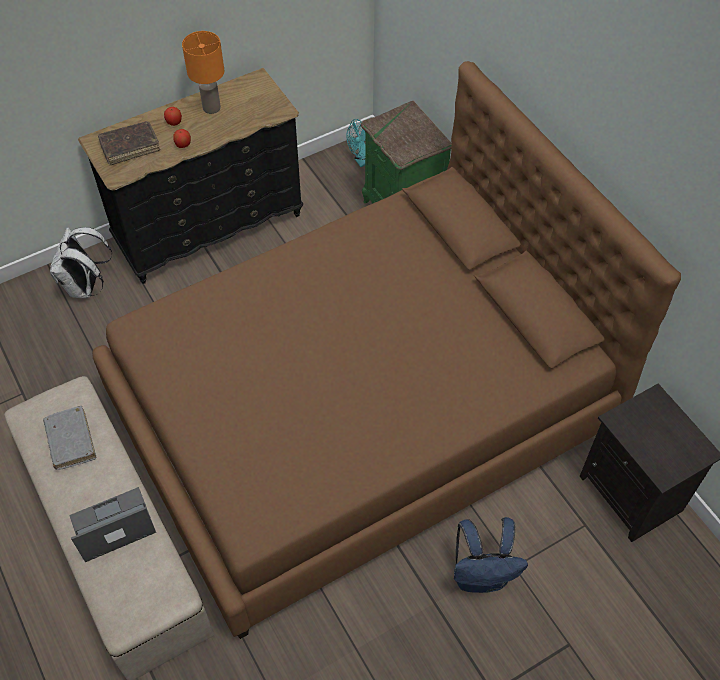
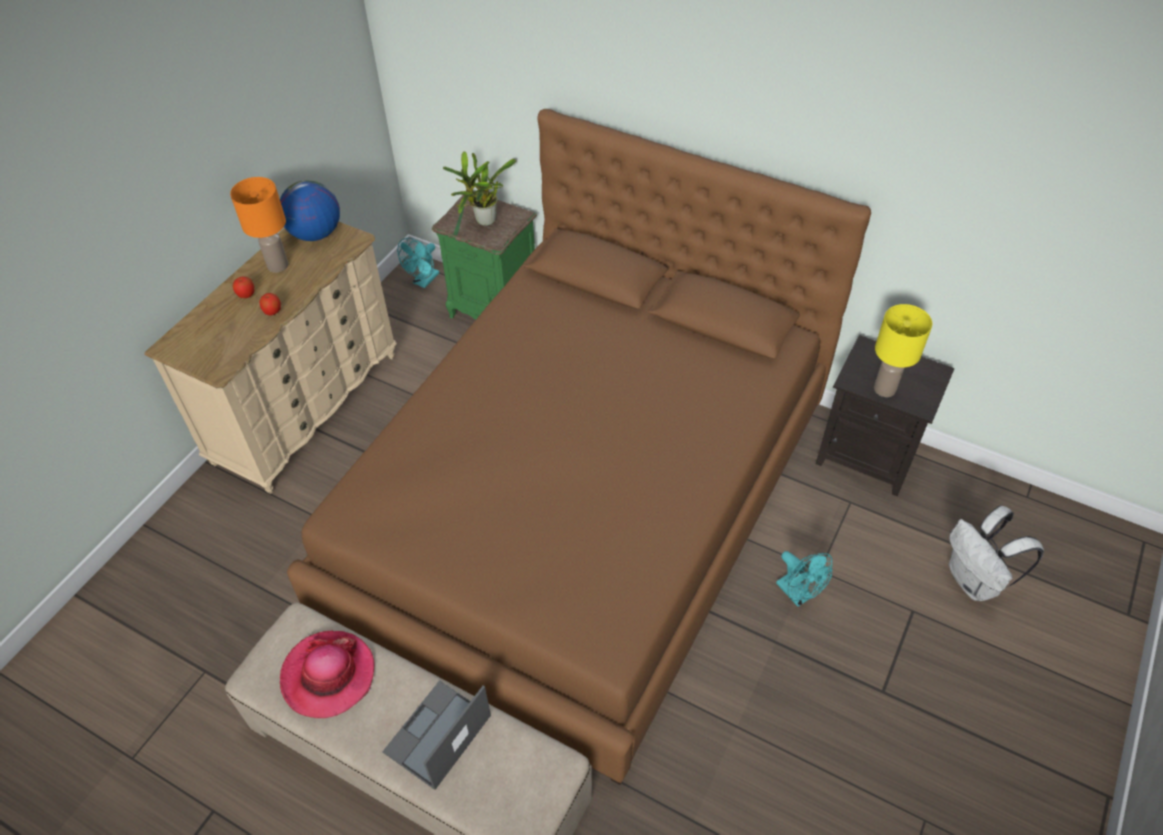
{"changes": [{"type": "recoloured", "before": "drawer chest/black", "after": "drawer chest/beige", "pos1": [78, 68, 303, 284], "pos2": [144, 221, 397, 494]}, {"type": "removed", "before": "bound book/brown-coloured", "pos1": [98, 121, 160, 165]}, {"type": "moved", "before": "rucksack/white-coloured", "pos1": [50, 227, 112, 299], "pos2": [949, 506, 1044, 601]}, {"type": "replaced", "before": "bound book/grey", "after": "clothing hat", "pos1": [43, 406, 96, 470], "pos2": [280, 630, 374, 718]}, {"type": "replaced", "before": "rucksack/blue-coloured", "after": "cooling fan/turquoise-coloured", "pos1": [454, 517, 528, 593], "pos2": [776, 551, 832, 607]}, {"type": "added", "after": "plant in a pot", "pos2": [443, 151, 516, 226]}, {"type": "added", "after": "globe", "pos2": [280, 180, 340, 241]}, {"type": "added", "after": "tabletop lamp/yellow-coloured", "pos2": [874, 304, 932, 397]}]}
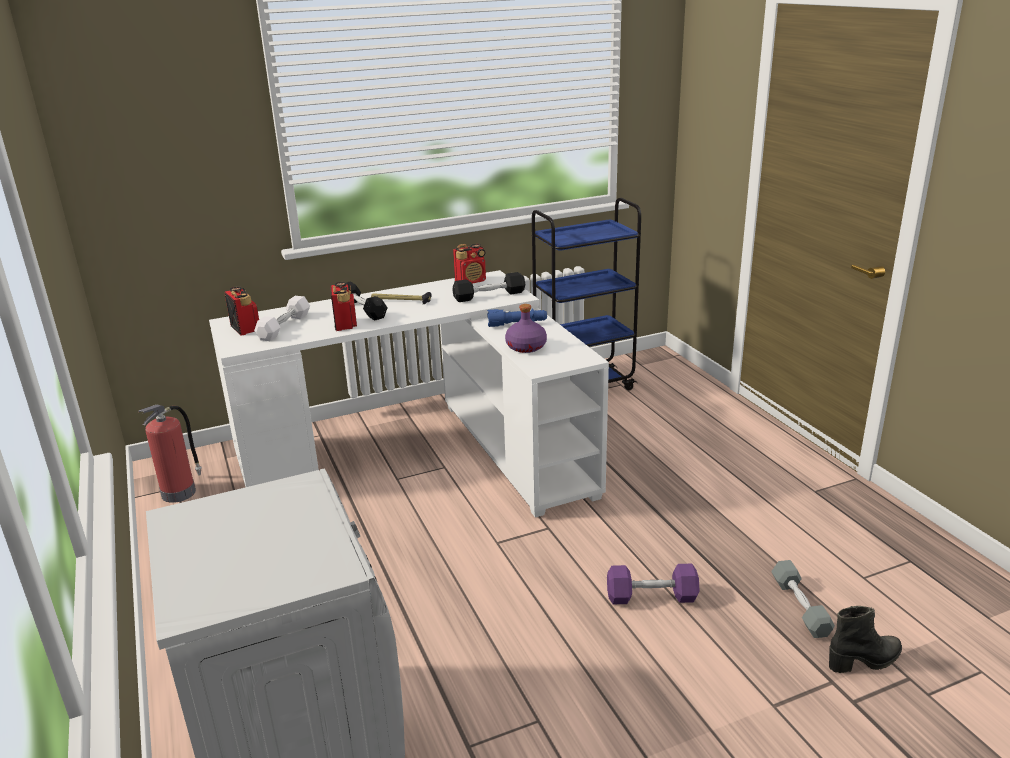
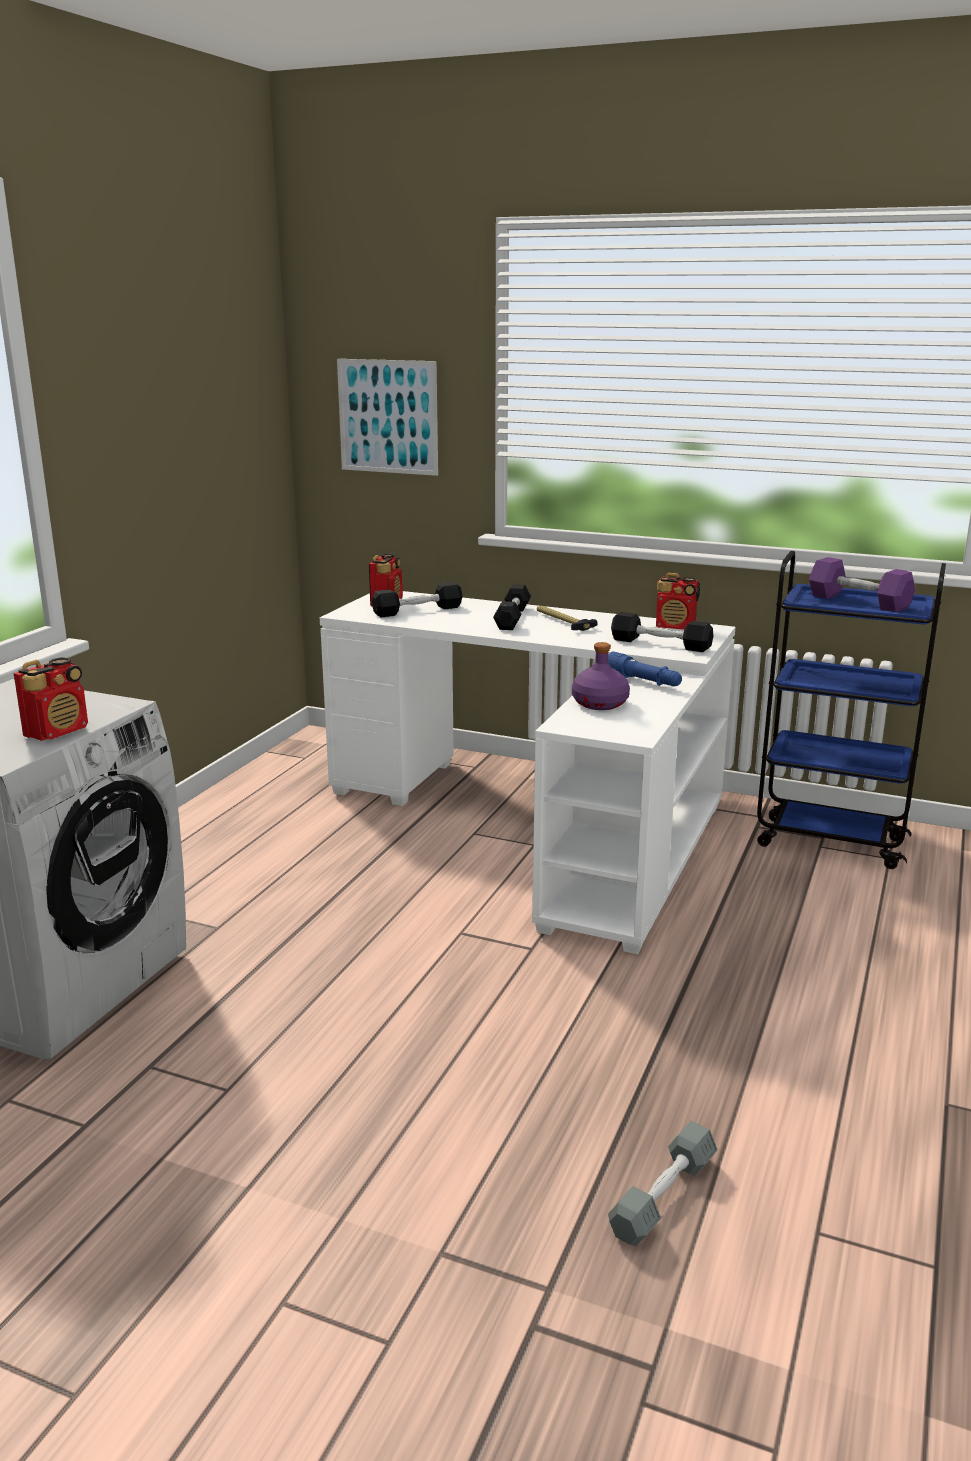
{"changes": [{"type": "moved", "before": "radio set", "pos1": [331, 282, 357, 331], "pos2": [14, 657, 88, 741]}, {"type": "recoloured", "before": "hand weight/white-coloured", "after": "hand weight/black", "pos1": [254, 296, 310, 341], "pos2": [372, 582, 463, 618]}, {"type": "removed", "before": "extinguisher", "pos1": [138, 405, 202, 503]}, {"type": "moved", "before": "hand weight/purple-coloured", "pos1": [607, 564, 700, 604], "pos2": [809, 557, 915, 612]}, {"type": "removed", "before": "high-top boot/black", "pos1": [829, 606, 902, 673]}, {"type": "added", "after": "picture", "pos2": [337, 359, 438, 476]}]}
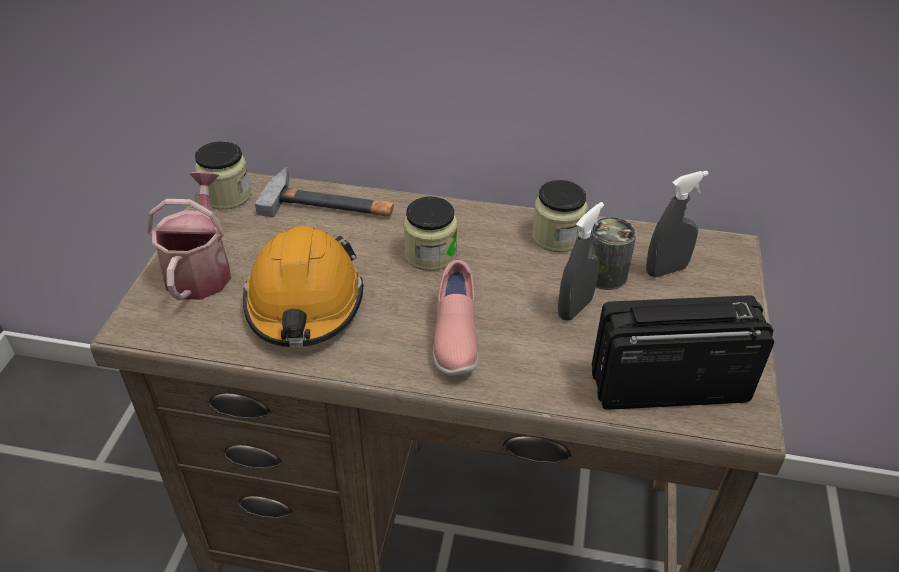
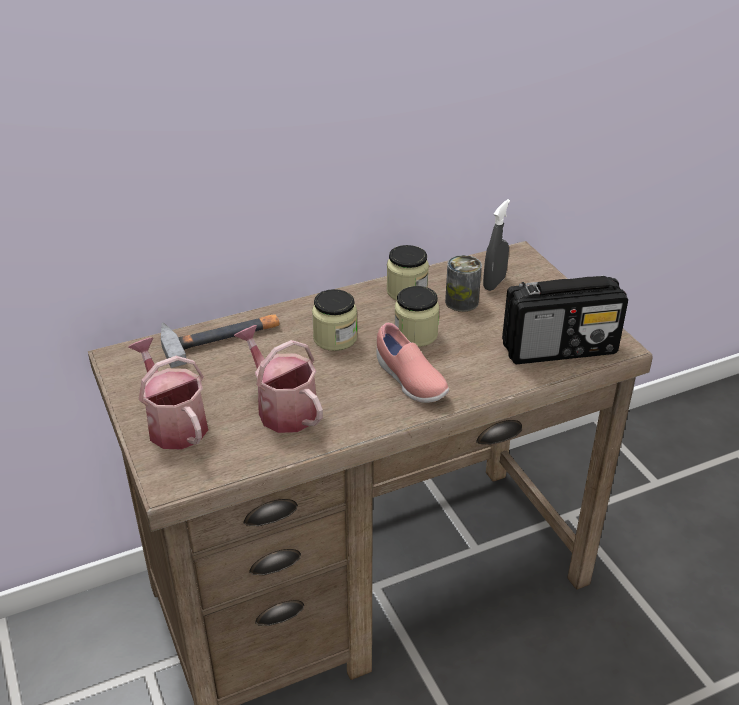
{"changes": [{"type": "moved", "before": "storage jar", "pos1": [195, 141, 251, 210], "pos2": [395, 286, 439, 347]}, {"type": "removed", "before": "hand sprayer/grey", "pos1": [558, 202, 604, 321]}, {"type": "replaced", "before": "safety helmet/orange-coloured", "after": "watering pot", "pos1": [243, 226, 363, 347], "pos2": [234, 325, 323, 433]}, {"type": "turned", "before": "radio set", "pos1": [592, 295, 774, 410], "pos2": [502, 276, 628, 364], "turn": -150}]}
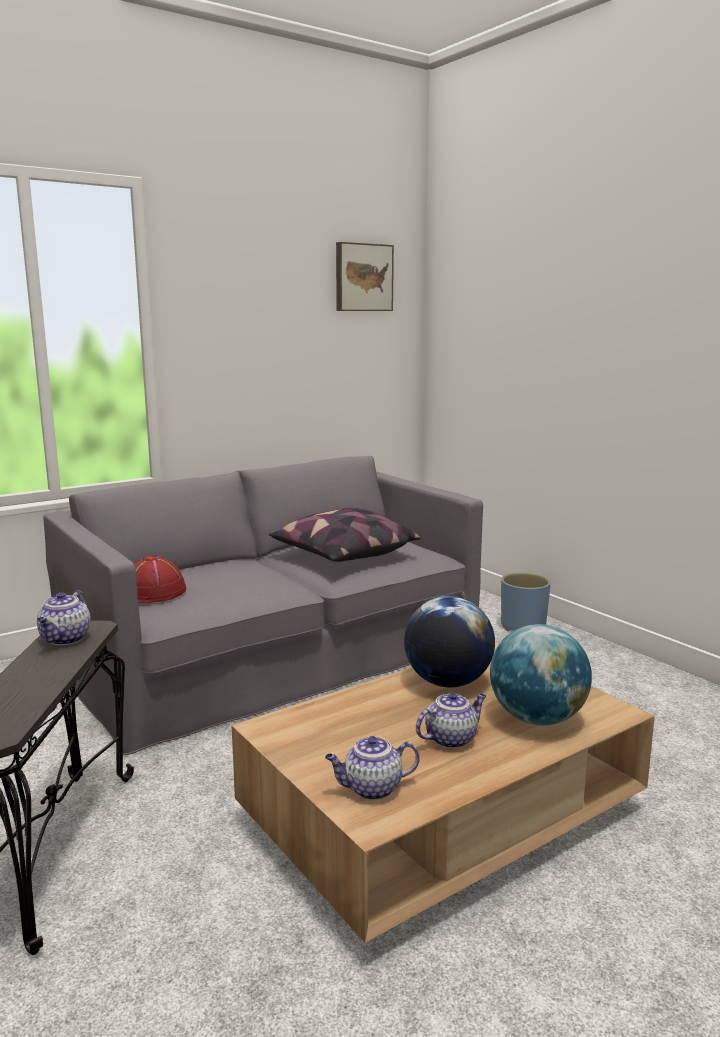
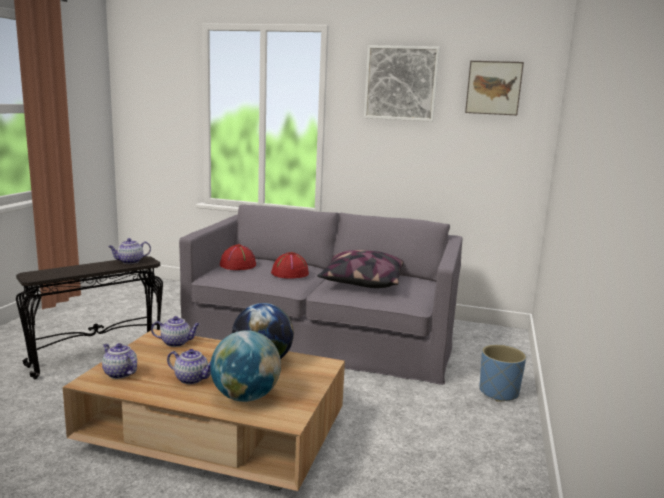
{"changes": [{"type": "added", "after": "picture", "pos2": [364, 45, 440, 122]}, {"type": "added", "after": "clothing hat/red-coloured", "pos2": [271, 252, 309, 279]}, {"type": "added", "after": "pot for tea", "pos2": [151, 316, 200, 347]}]}
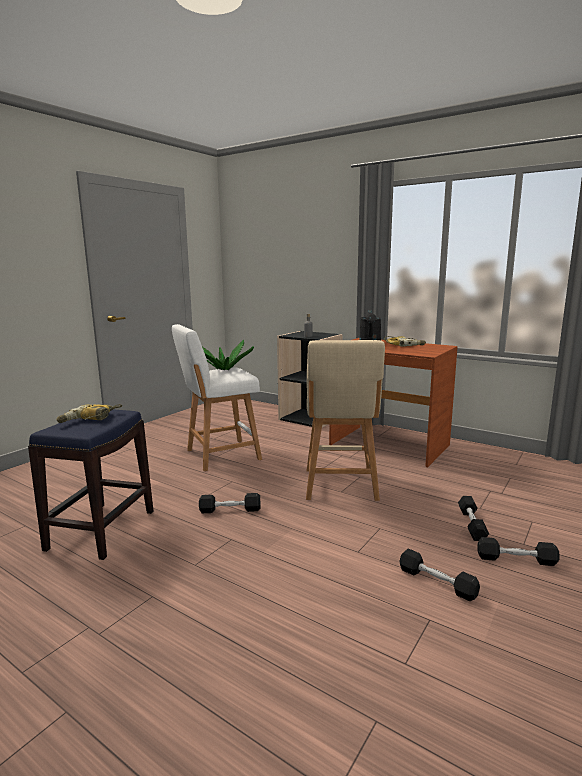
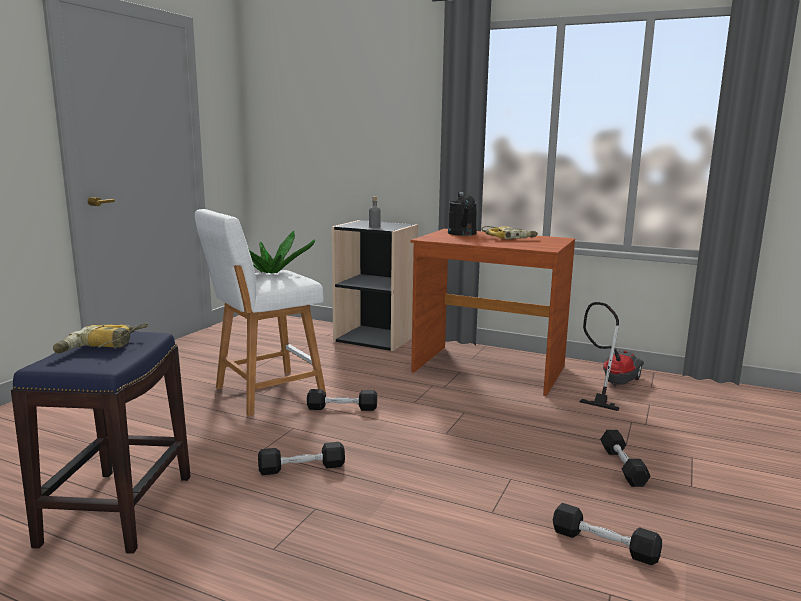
{"changes": [{"type": "removed", "before": "sitting stool/beige", "pos1": [306, 340, 385, 501]}, {"type": "moved", "before": "hand weight/black", "pos1": [477, 537, 560, 566], "pos2": [307, 389, 377, 411]}, {"type": "added", "after": "vacuum", "pos2": [579, 302, 644, 411]}]}
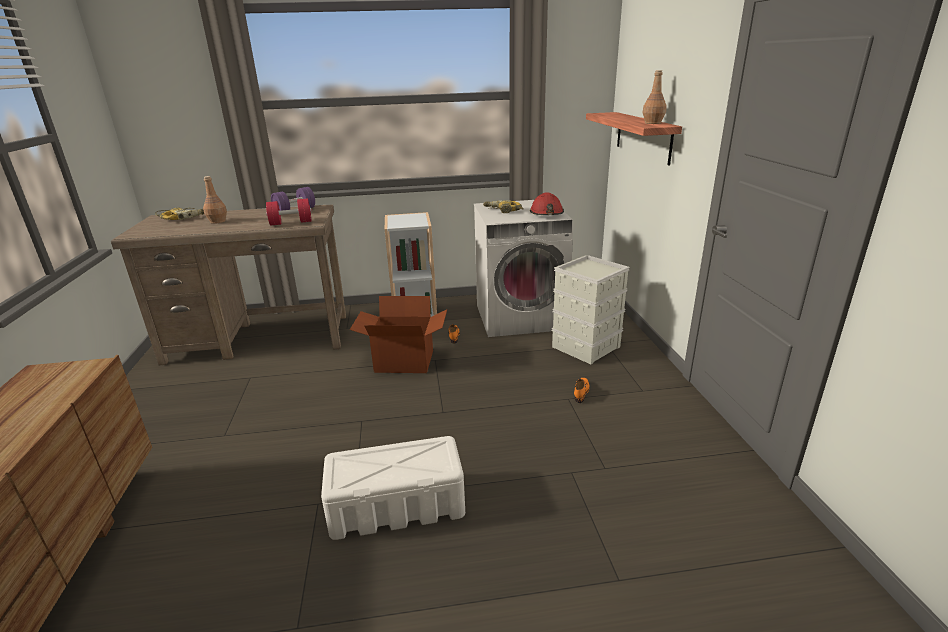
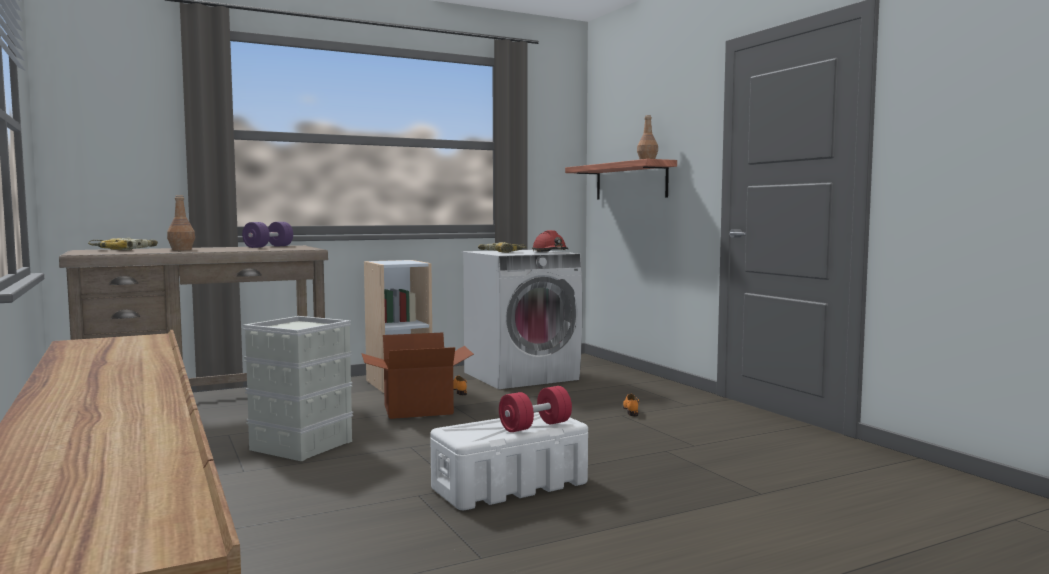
{"changes": [{"type": "moved", "before": "hand weight/red-coloured", "pos1": [266, 198, 312, 226], "pos2": [499, 386, 572, 432]}, {"type": "moved", "before": "storage box/grey", "pos1": [552, 255, 630, 364], "pos2": [243, 316, 353, 461]}]}
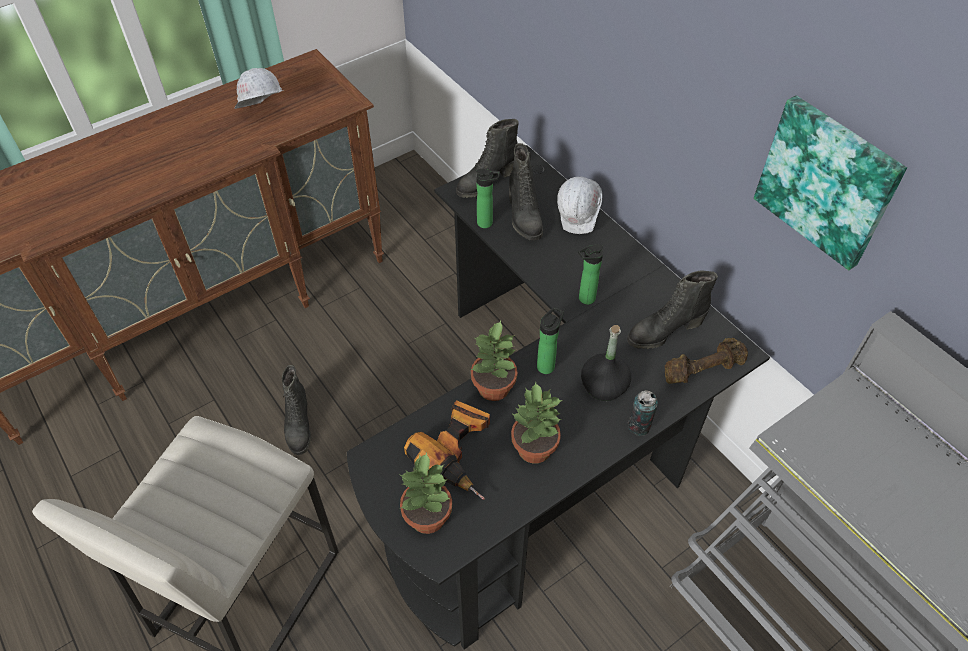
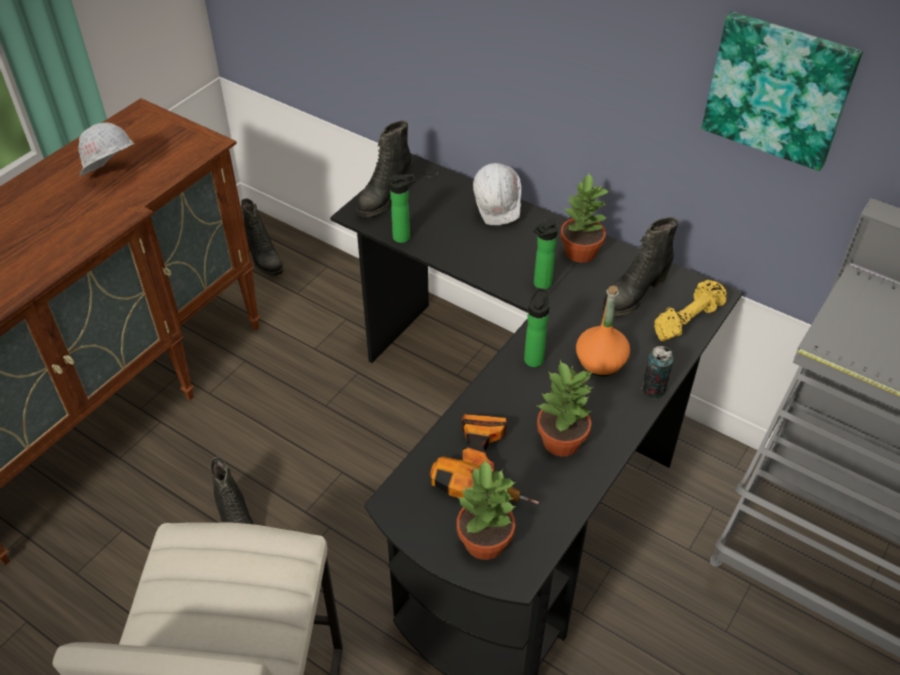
{"changes": [{"type": "moved", "before": "high-top boot/black", "pos1": [509, 143, 543, 241], "pos2": [241, 198, 284, 276]}, {"type": "moved", "before": "plant in a pot", "pos1": [471, 321, 518, 401], "pos2": [560, 173, 609, 263]}, {"type": "recoloured", "before": "bottle/black", "after": "bottle/orange-coloured", "pos1": [581, 325, 631, 401], "pos2": [576, 285, 630, 376]}, {"type": "recoloured", "before": "hand weight/brown-coloured", "after": "hand weight/yellow-coloured", "pos1": [665, 338, 748, 384], "pos2": [654, 280, 727, 341]}]}
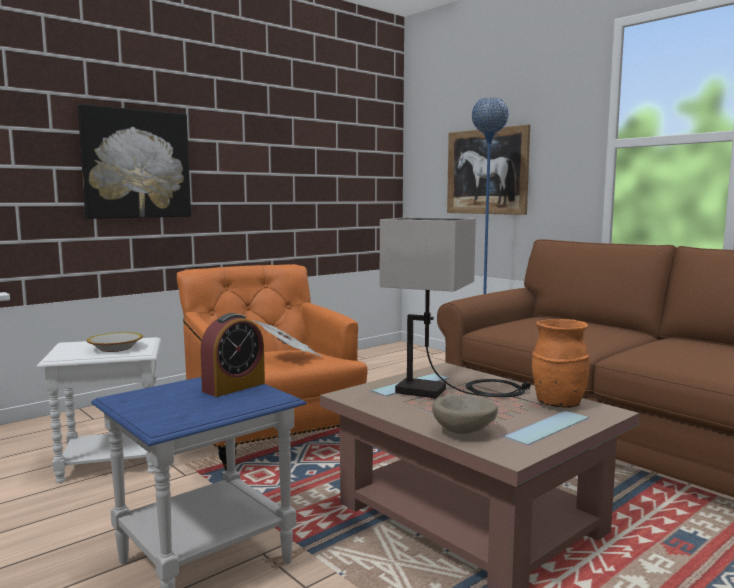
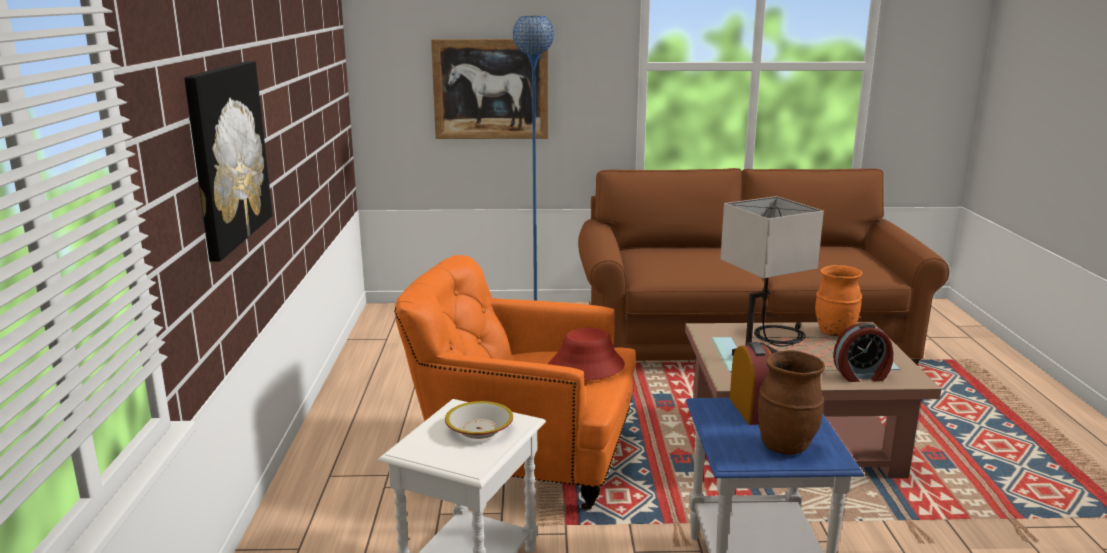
{"changes": [{"type": "replaced", "before": "newspaper", "after": "clothing hat/red-coloured", "pos1": [252, 320, 324, 357], "pos2": [548, 328, 625, 381]}, {"type": "replaced", "before": "deep dish/beige", "after": "bedside clock", "pos1": [432, 393, 498, 434], "pos2": [833, 323, 894, 382]}, {"type": "added", "after": "flower vase/brown-coloured", "pos2": [758, 350, 825, 455]}]}
